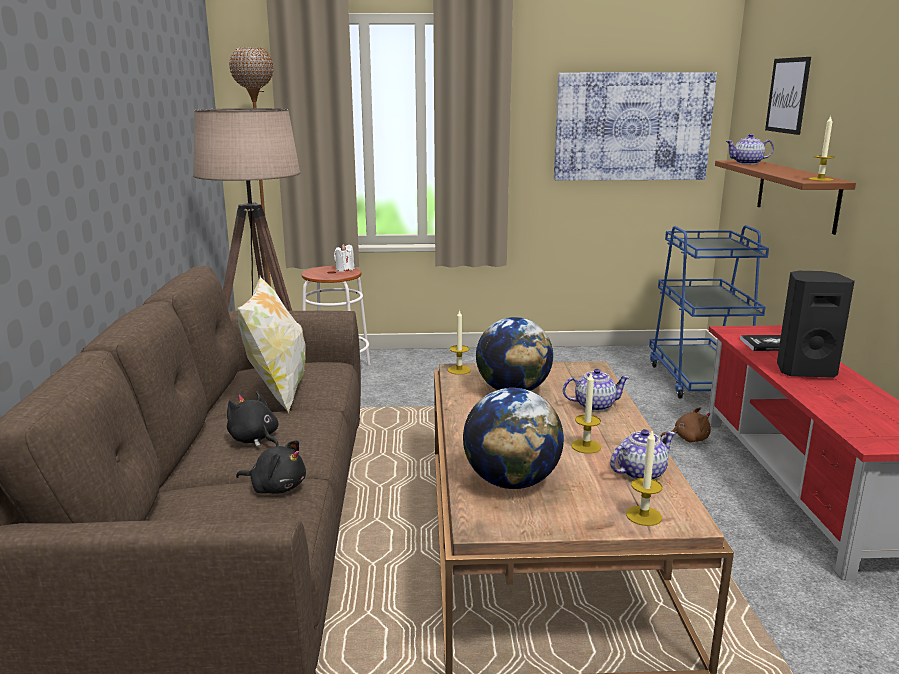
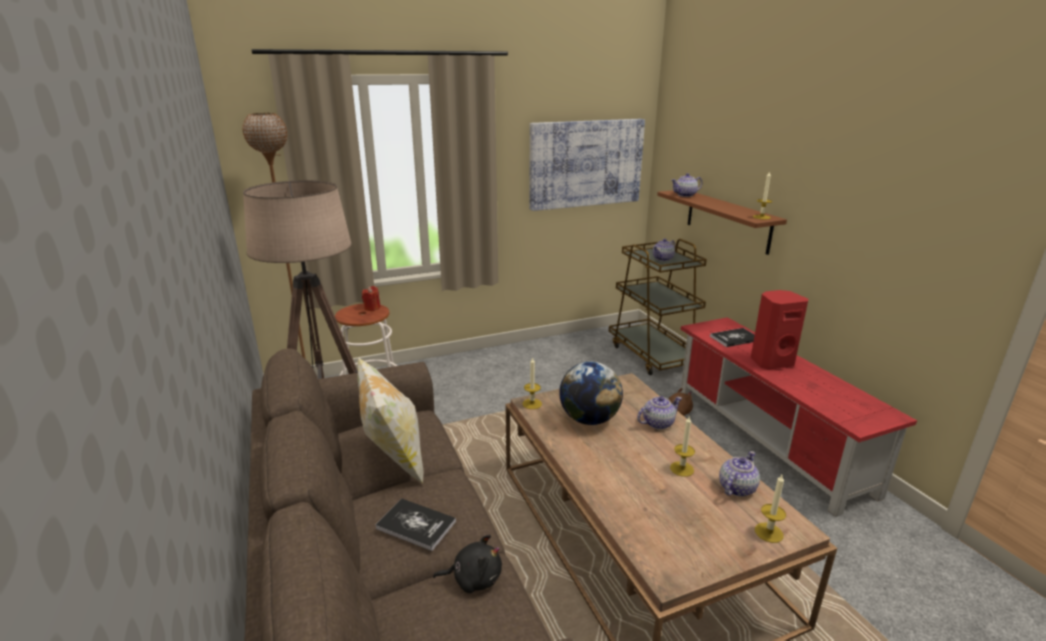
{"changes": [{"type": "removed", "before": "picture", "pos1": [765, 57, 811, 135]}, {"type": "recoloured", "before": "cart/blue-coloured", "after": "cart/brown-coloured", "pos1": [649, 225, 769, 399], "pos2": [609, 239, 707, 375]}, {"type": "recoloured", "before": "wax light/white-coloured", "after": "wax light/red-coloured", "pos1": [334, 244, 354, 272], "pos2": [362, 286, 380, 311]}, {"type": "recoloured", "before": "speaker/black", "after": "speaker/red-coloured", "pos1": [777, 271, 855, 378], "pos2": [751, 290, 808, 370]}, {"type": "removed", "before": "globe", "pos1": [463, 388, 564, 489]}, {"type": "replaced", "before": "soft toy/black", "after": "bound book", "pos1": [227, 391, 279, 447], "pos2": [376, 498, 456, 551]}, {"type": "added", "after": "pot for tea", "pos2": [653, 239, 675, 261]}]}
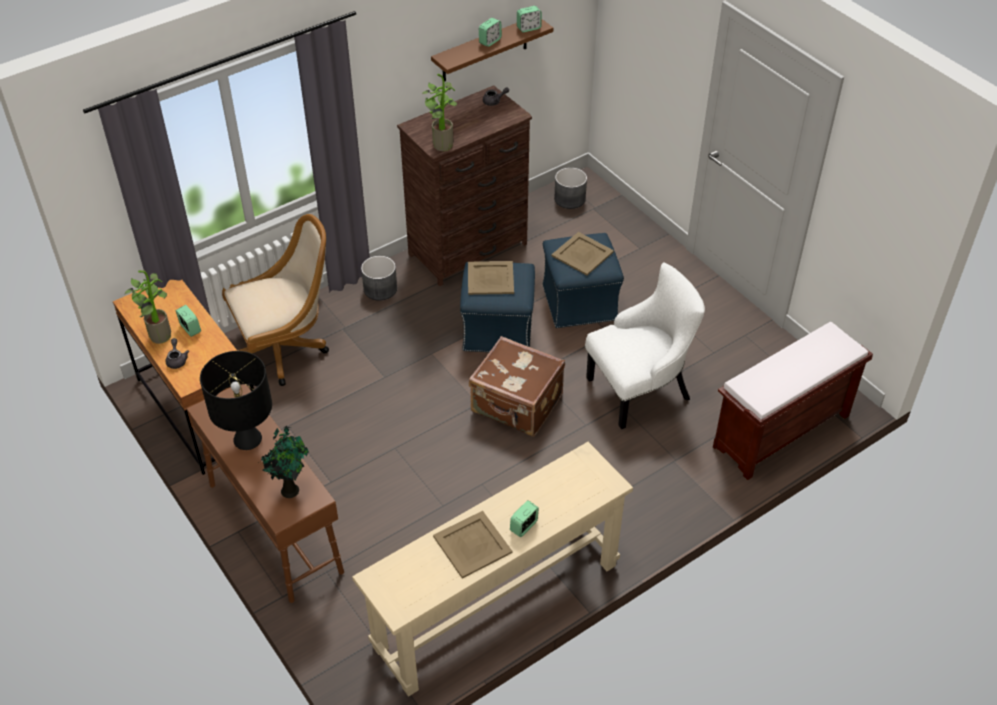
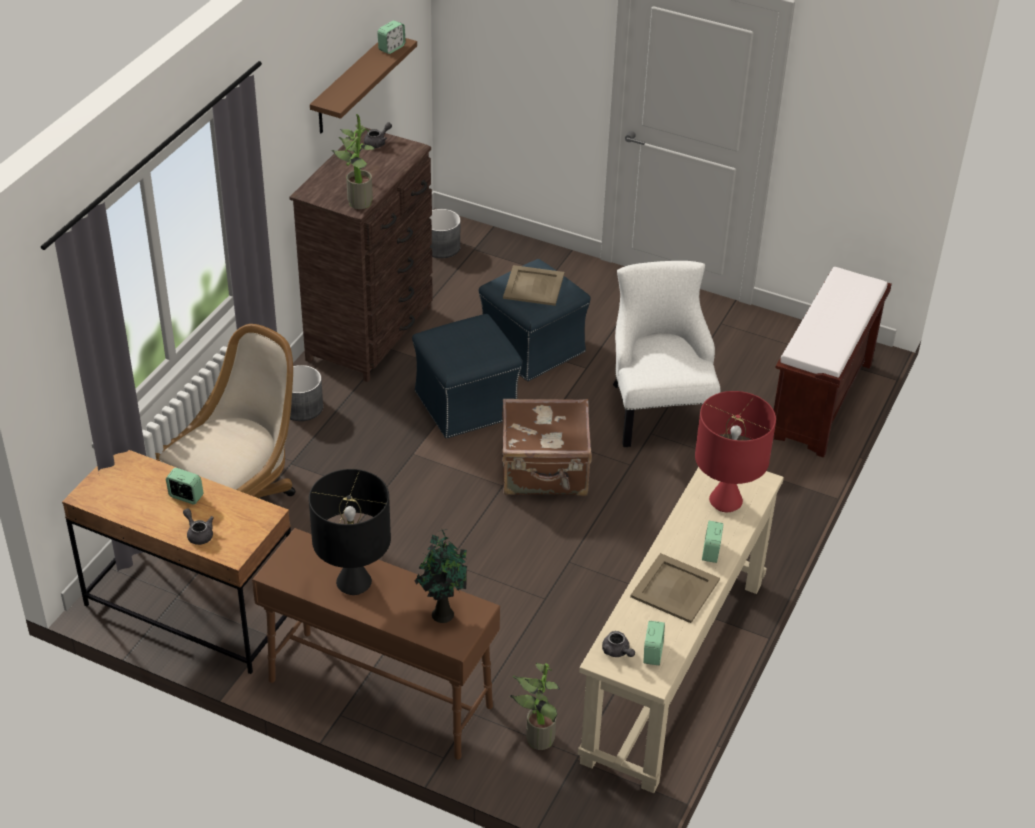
{"changes": [{"type": "moved", "before": "bedside clock", "pos1": [479, 18, 502, 47], "pos2": [643, 621, 665, 665]}, {"type": "removed", "before": "carrying tray/beige", "pos1": [468, 261, 514, 295]}, {"type": "turned", "before": "armchair/white-coloured", "pos1": [585, 262, 705, 429], "pos2": [613, 261, 720, 447], "turn": -45}, {"type": "moved", "before": "plant in a pot", "pos1": [125, 270, 171, 344], "pos2": [510, 663, 560, 750]}, {"type": "added", "after": "tabletop lamp/red-coloured", "pos2": [695, 391, 776, 512]}, {"type": "added", "after": "pot for tea/grey", "pos2": [602, 631, 635, 657]}]}
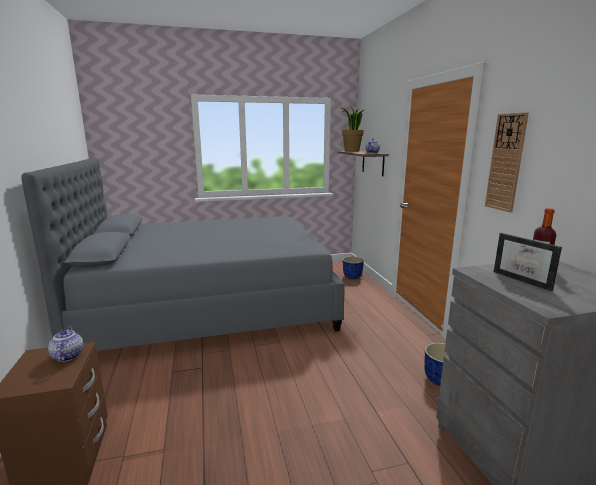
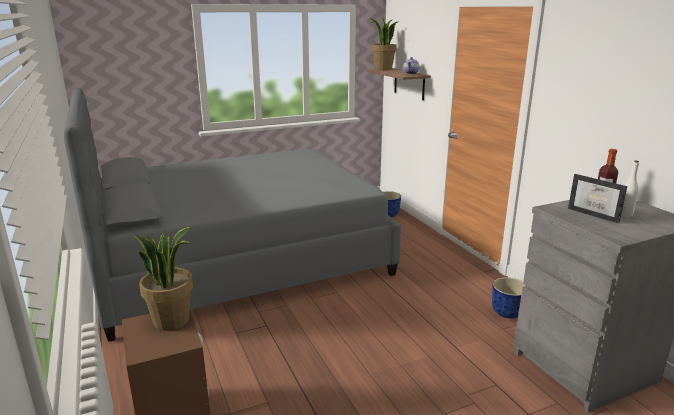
{"changes": [{"type": "removed", "before": "clock on the wall", "pos1": [485, 112, 529, 212]}, {"type": "replaced", "before": "pot for tea", "after": "plant in a pot", "pos1": [48, 326, 83, 362], "pos2": [133, 227, 193, 331]}, {"type": "added", "after": "bottle/white-coloured", "pos2": [621, 161, 639, 217]}]}
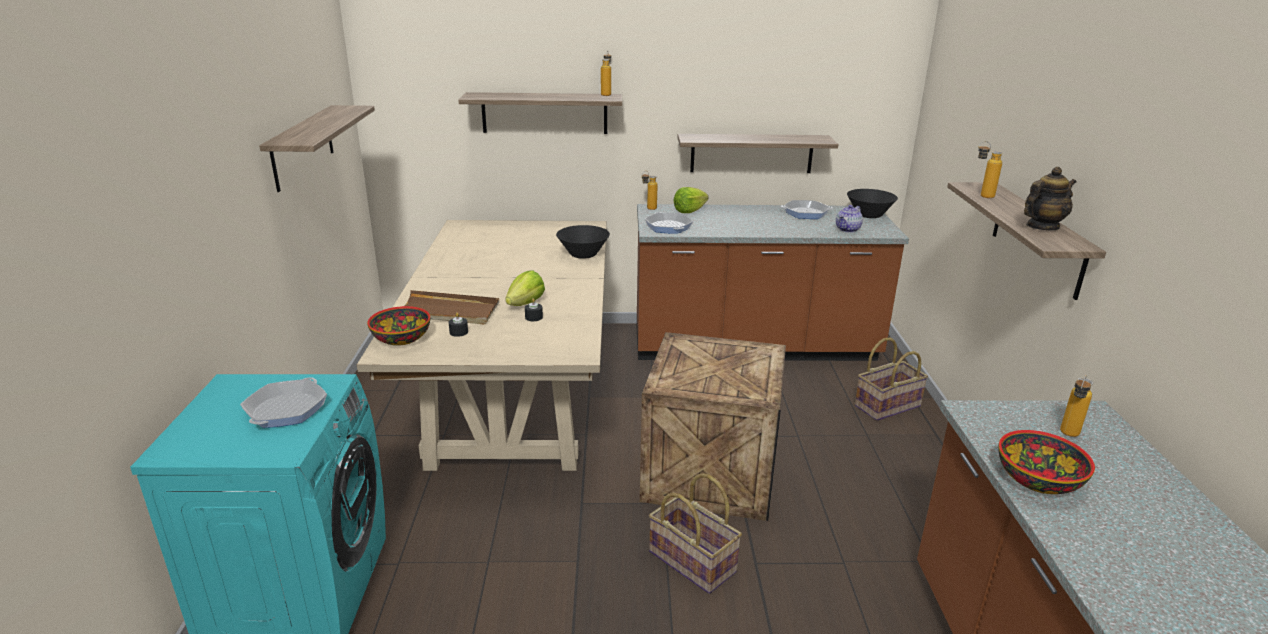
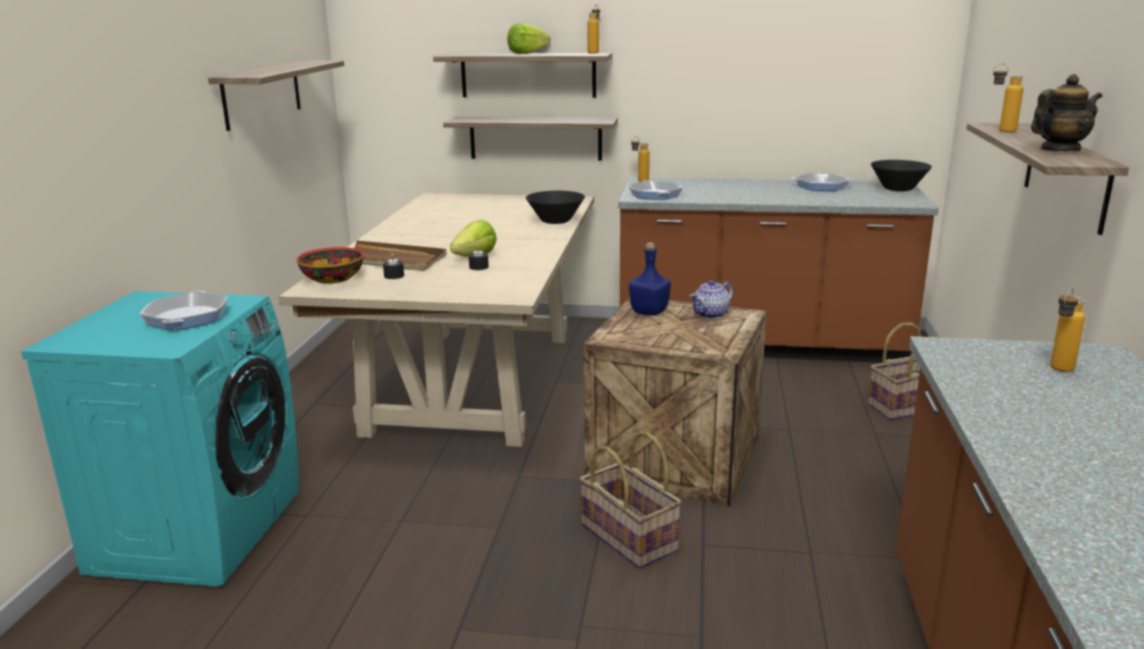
{"changes": [{"type": "moved", "before": "bracket shelf", "pos1": [677, 134, 839, 173], "pos2": [443, 117, 618, 160]}, {"type": "moved", "before": "lettuce", "pos1": [673, 187, 709, 213], "pos2": [507, 23, 550, 54]}, {"type": "moved", "before": "pot for tea", "pos1": [836, 205, 863, 233], "pos2": [690, 280, 733, 319]}, {"type": "turned", "before": "frying pan", "pos1": [240, 377, 327, 428], "pos2": [139, 291, 228, 330], "turn": 150}, {"type": "removed", "before": "deep dish", "pos1": [998, 430, 1095, 494]}, {"type": "added", "after": "bottle/blue-coloured", "pos2": [629, 242, 671, 315]}]}
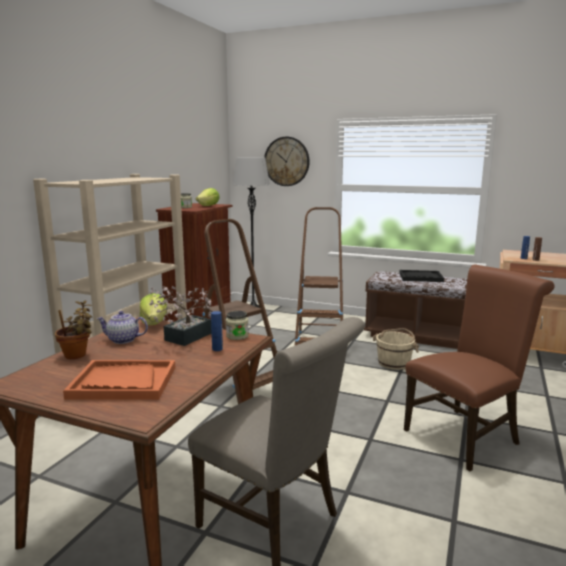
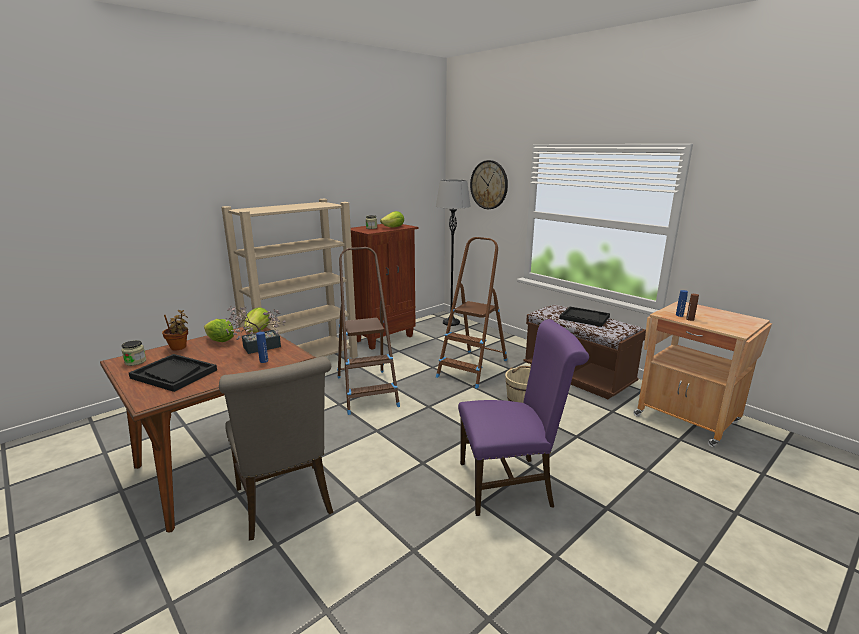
{"changes": [{"type": "recoloured", "before": "chair/brown-coloured", "after": "chair/purple-coloured", "pos1": [404, 264, 554, 471], "pos2": [458, 319, 589, 516]}, {"type": "replaced", "before": "pot for tea", "after": "lettuce", "pos1": [96, 311, 148, 344], "pos2": [204, 319, 234, 342]}, {"type": "moved", "before": "storage jar", "pos1": [226, 311, 249, 340], "pos2": [121, 340, 146, 366]}, {"type": "recoloured", "before": "carrying tray/orange-coloured", "after": "carrying tray/black", "pos1": [63, 360, 175, 400], "pos2": [129, 354, 217, 392]}]}
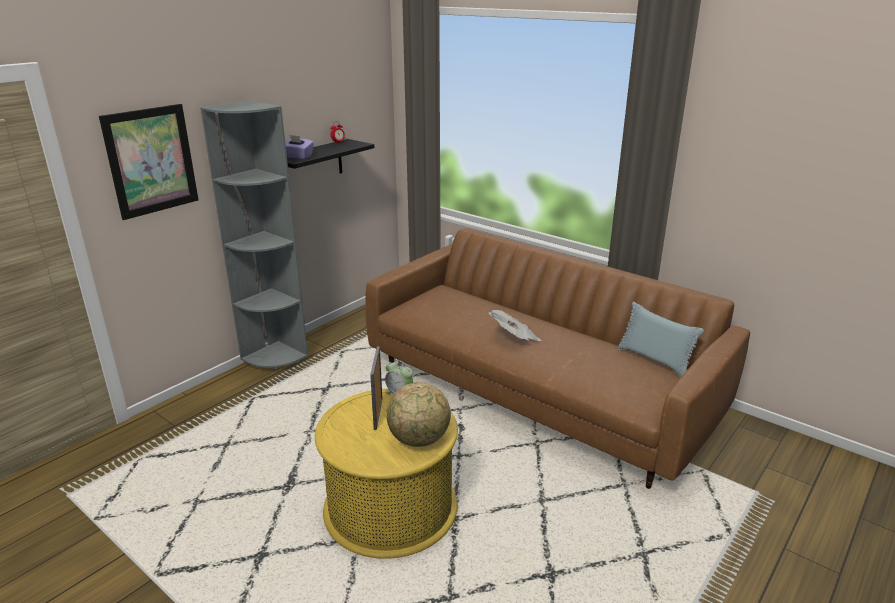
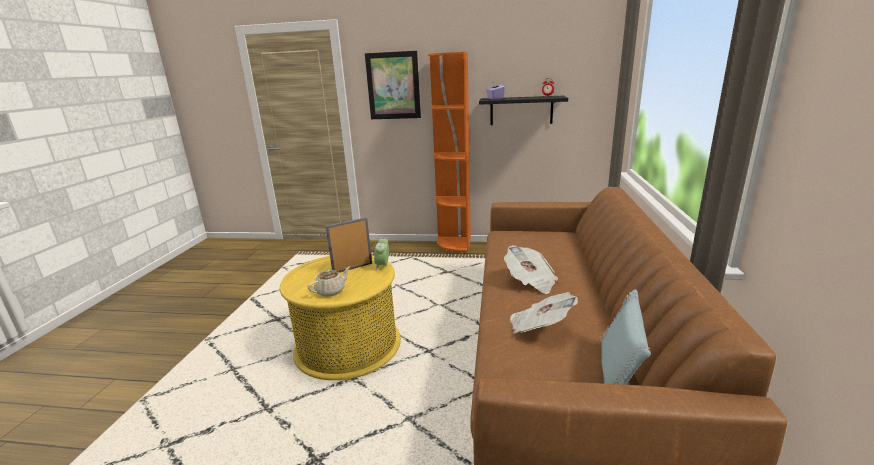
{"changes": [{"type": "recoloured", "before": "bookshelf/grey", "after": "bookshelf/orange-coloured", "pos1": [200, 100, 308, 370], "pos2": [428, 52, 471, 254]}, {"type": "replaced", "before": "globe", "after": "pot for tea/beige", "pos1": [386, 382, 451, 447], "pos2": [308, 266, 350, 297]}, {"type": "added", "after": "newspaper", "pos2": [510, 292, 578, 334]}]}
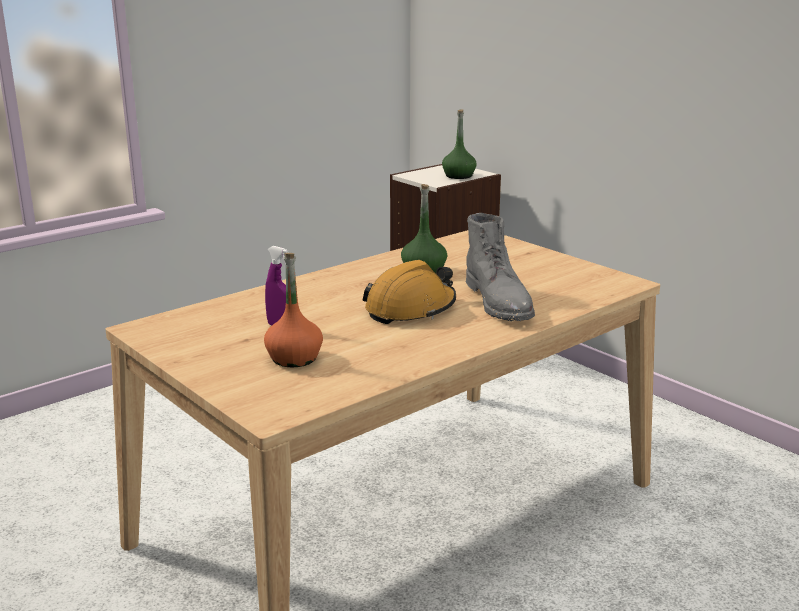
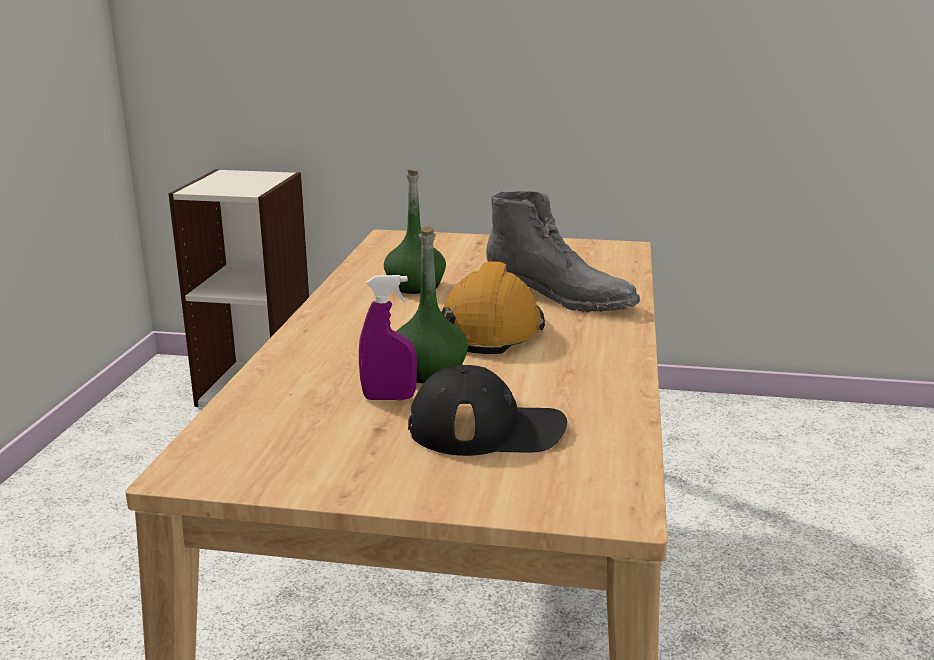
{"changes": [{"type": "moved", "before": "bottle/greenish", "pos1": [442, 109, 477, 179], "pos2": [396, 226, 468, 383]}, {"type": "replaced", "before": "bottle/orange-coloured", "after": "cap/black", "pos1": [264, 253, 323, 367], "pos2": [408, 365, 567, 456]}]}
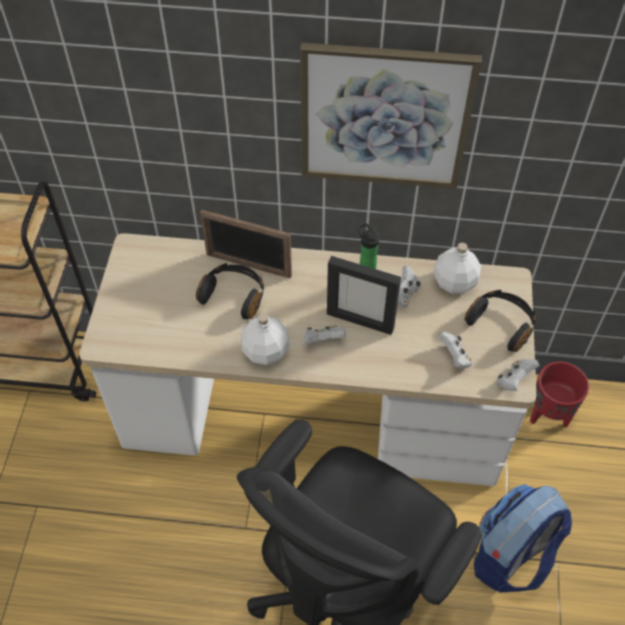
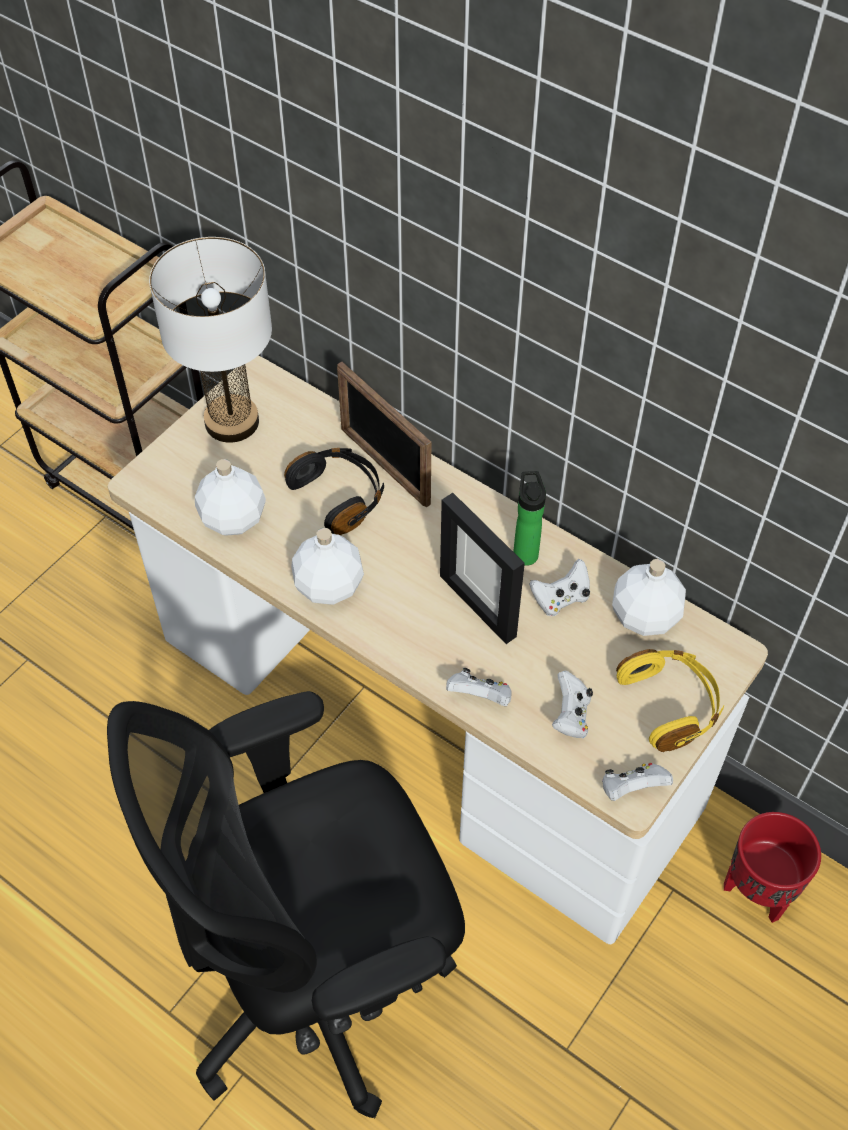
{"changes": [{"type": "removed", "before": "picture", "pos1": [300, 43, 481, 189]}, {"type": "recoloured", "before": "headphones/black", "after": "headphones/yellow-coloured", "pos1": [464, 290, 536, 352], "pos2": [616, 649, 724, 752]}, {"type": "moved", "before": "gamepad/white-coloured", "pos1": [304, 325, 346, 344], "pos2": [446, 668, 512, 706]}, {"type": "removed", "before": "rucksack", "pos1": [474, 484, 572, 593]}, {"type": "added", "after": "tabletop lamp", "pos2": [149, 237, 272, 443]}, {"type": "added", "after": "bottle/white-coloured", "pos2": [195, 459, 266, 536]}]}
